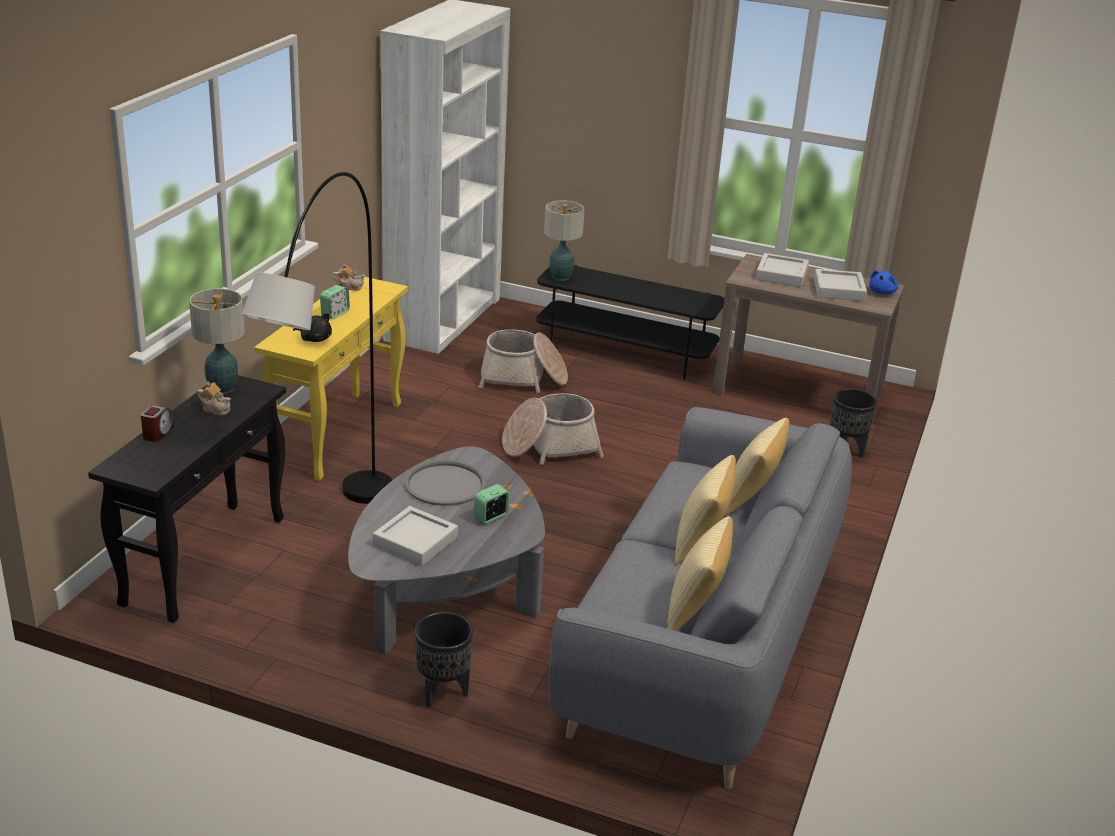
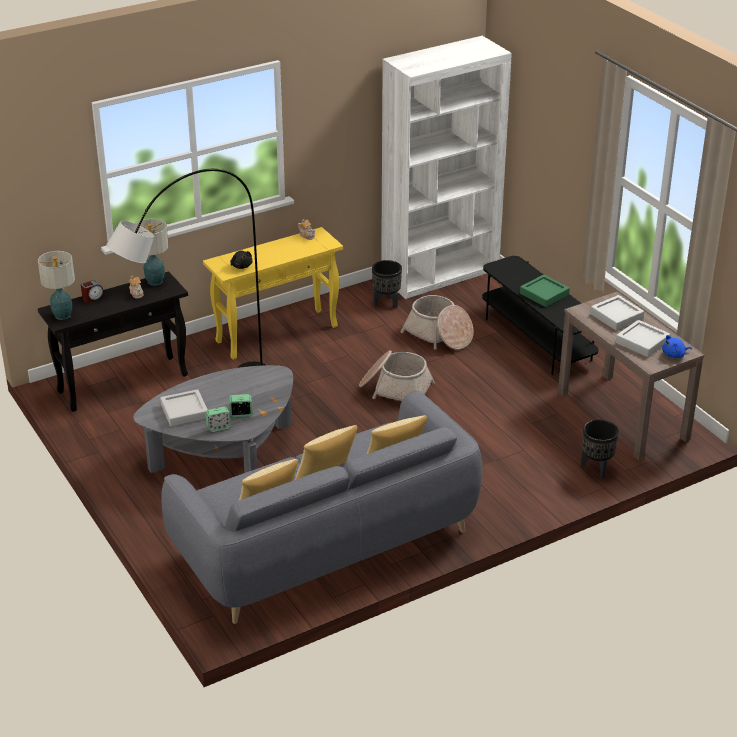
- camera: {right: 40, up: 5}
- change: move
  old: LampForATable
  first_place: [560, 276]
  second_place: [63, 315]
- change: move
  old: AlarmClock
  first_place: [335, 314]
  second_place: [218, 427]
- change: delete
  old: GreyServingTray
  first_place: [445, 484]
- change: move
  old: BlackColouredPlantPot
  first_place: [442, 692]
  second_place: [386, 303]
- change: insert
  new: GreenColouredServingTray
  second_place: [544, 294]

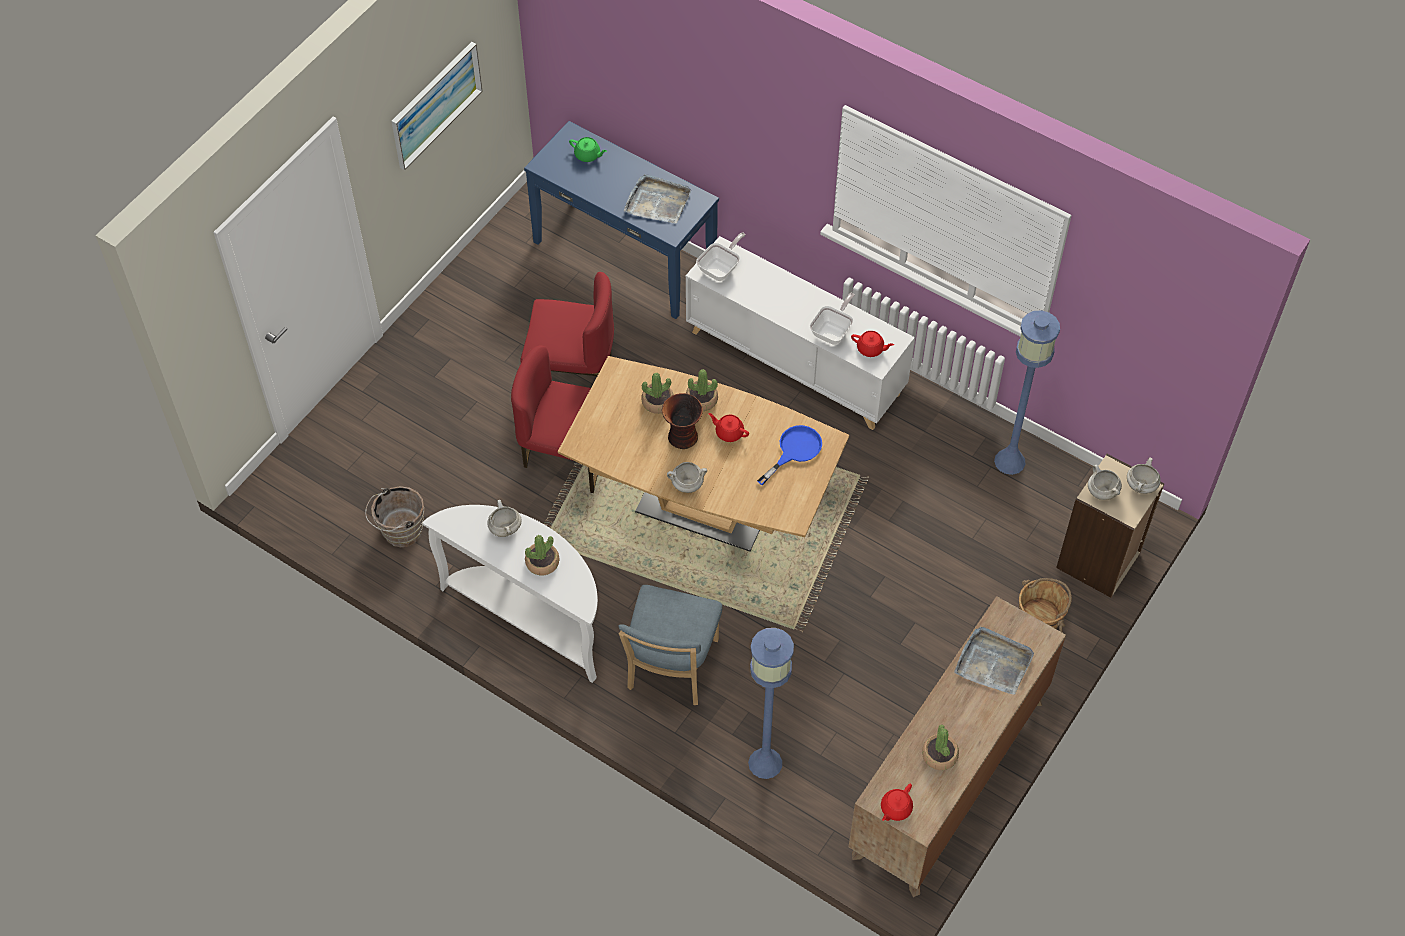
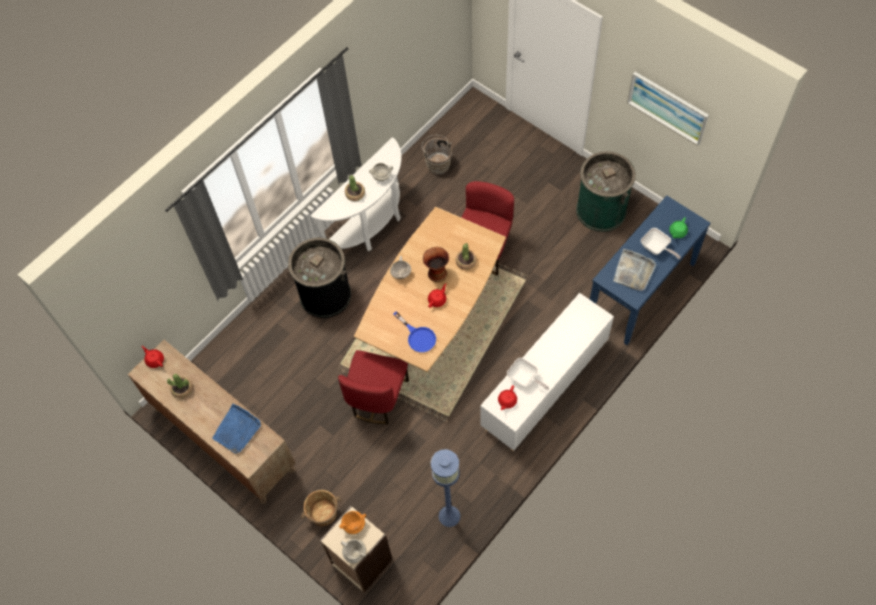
- camera: {right: 100, up: 5}
- change: move
  old: Pan
  first_place: [721, 268]
  second_place: [656, 249]
- change: move
  old: RedColouredChair
  first_place: [571, 372]
  second_place: [377, 397]
- change: delete
  old: Houseplant
  first_place: [701, 400]
- change: recolor
  old: WhitishStockpot
  new: OrangeColouredStockpot
  first_place: [1101, 491]
  second_place: [354, 524]
- change: replace
  old: BluishChair
  new: BlackColouredTrashCan
  first_place: [670, 668]
  second_place: [325, 295]
- change: recolor
  old: GreyServingTray
  new: BluishServingTray
  first_place: [993, 663]
  second_place: [237, 430]
- change: delete
  old: BluishFloorLamp
  first_place: [765, 763]
- change: insert
  new: GreenColouredTrashCan
  second_place: [601, 210]

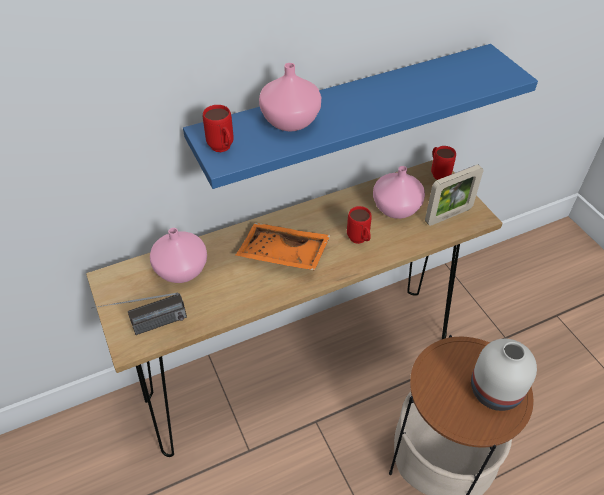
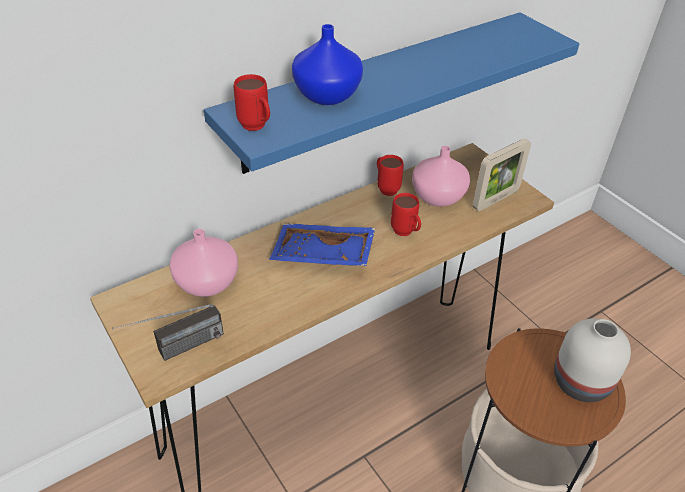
- camera: {right: -10, up: -5}
- change: recolor
  old: PinkVase
  new: BluishVase
  first_place: [290, 120]
  second_place: [326, 94]
- change: move
  old: RedColouredMug
  first_place: [438, 173]
  second_place: [385, 188]
- change: recolor
  old: OrangeColouredServingTray
  new: BluishServingTray
  first_place: [282, 255]
  second_place: [322, 256]

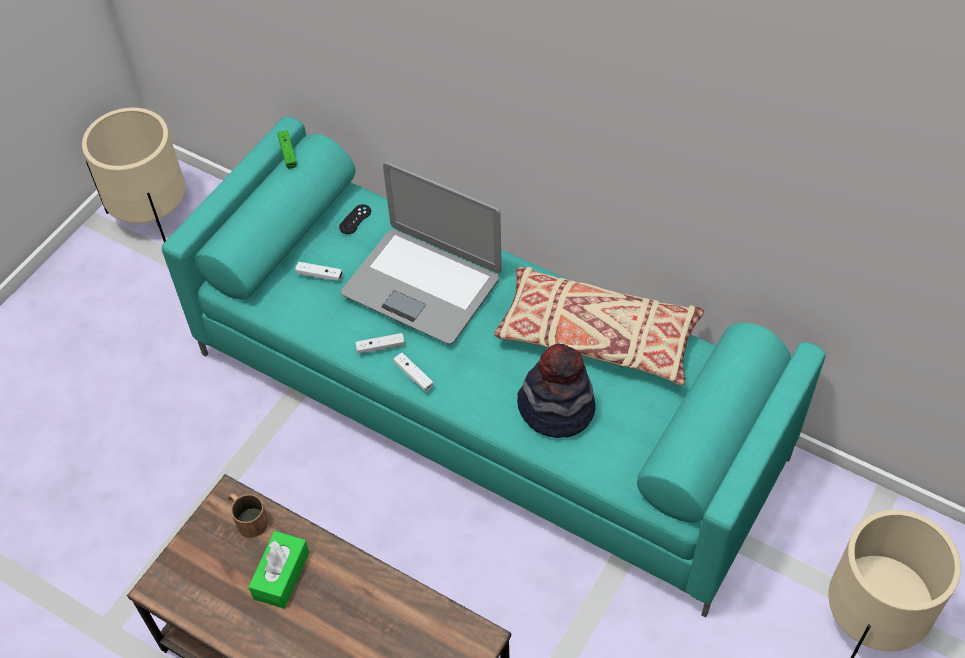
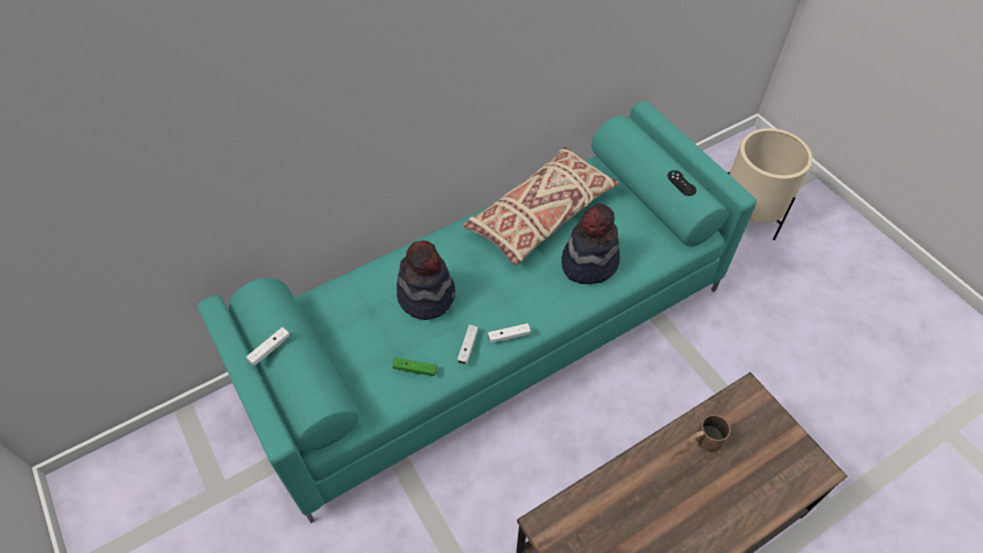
- camera: {right: -65, up: 0}
- change: delete
  old: BeigePlantPot
  first_place: [151, 214]
- change: move
  old: GreenColouredGameController
  first_place: [288, 153]
  second_place: [415, 369]
- change: replace
  old: PortableComputer
  new: Hat
  first_place: [422, 285]
  second_place: [426, 295]
- change: move
  old: BlackColouredGameController
  first_place: [355, 219]
  second_place: [681, 183]
- change: move
  old: WhitishGameController
  first_place: [319, 275]
  second_place: [270, 349]
- change: move
  old: BrownColouredMug
  first_place: [247, 518]
  second_place: [702, 441]
- change: delete
  old: GreenColouredTissueHolder
  first_place: [281, 575]

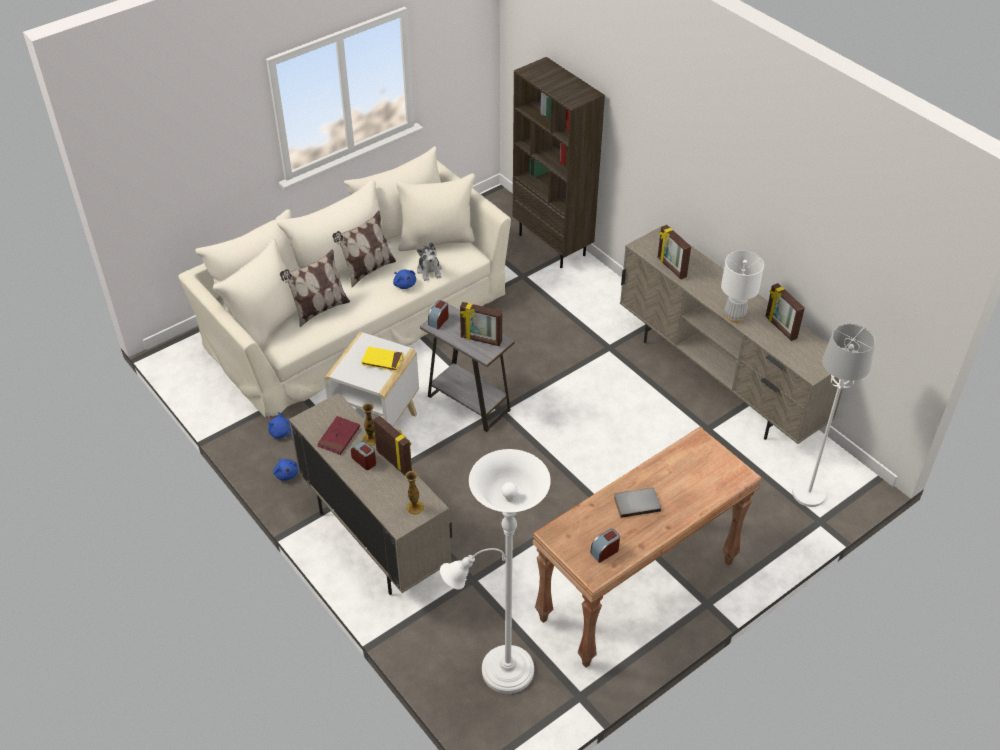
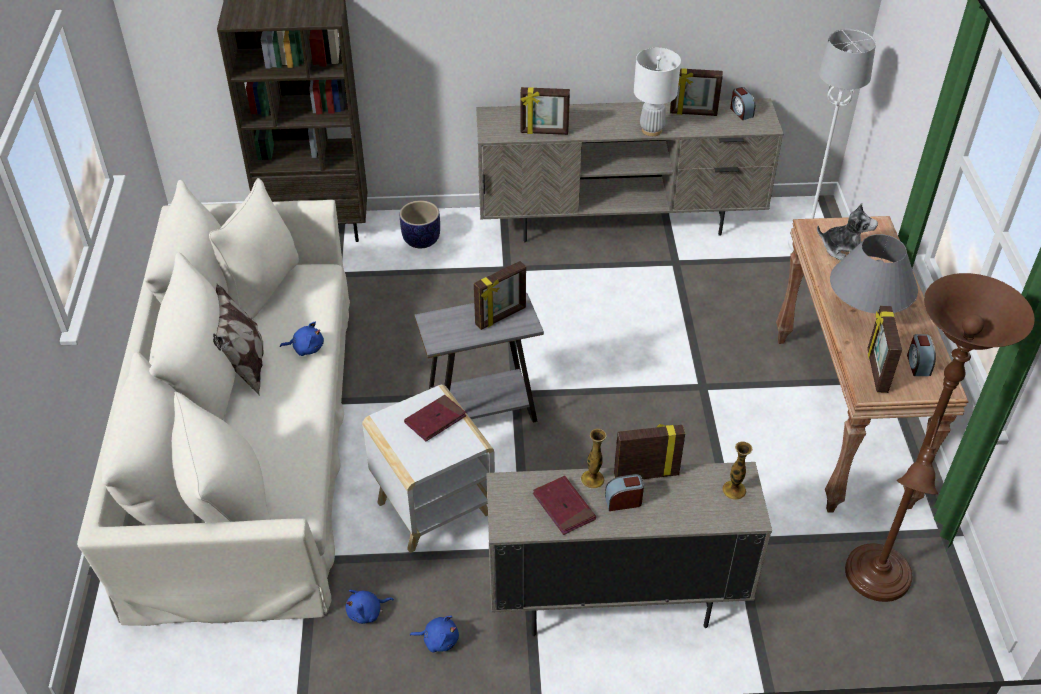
- camera: {right: -55, up: 0}
- change: move
  old: CuddlyToy
  first_place: [429, 271]
  second_place: [843, 249]
- change: delete
  old: ThrowPillow
  first_place: [319, 310]
- change: move
  old: AlarmClock
  first_place: [438, 321]
  second_place: [741, 112]
- change: recolor
  old: YellowishVolume
  new: RedColouredVolume
  first_place: [382, 360]
  second_place: [435, 420]
- change: recolor
  old: WhitishFloorLamp
  new: BrownColouredFloorLamp
  first_place: [500, 672]
  second_place: [876, 581]
- change: replace
  old: GreyVolume
  new: GreyLampForATable
  first_place: [636, 502]
  second_place: [866, 310]
- change: insert
  new: PlantPot
  second_place: [421, 240]
- change: insert
  new: PhotoFrame
  second_place: [876, 371]

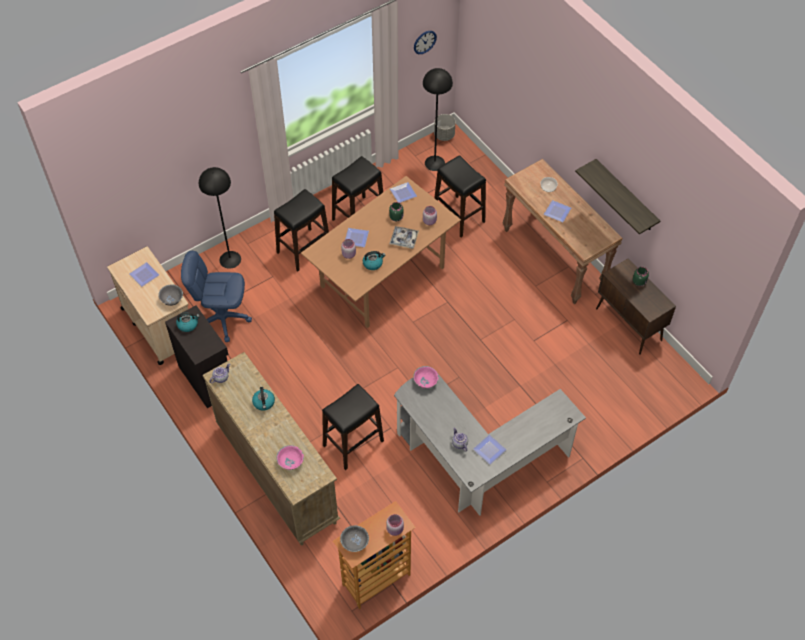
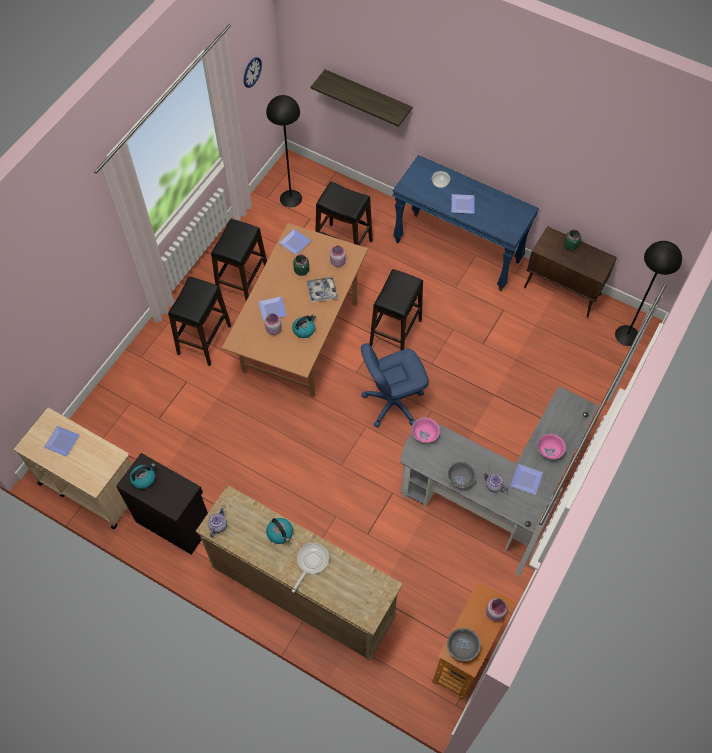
- camera: {right: -25, up: 5}
- change: delete
  old: GreyPlantPot
  first_place: [444, 135]
- change: recolor
  old: BrownColouredHallTable
  new: BluishHallTable
  first_place: [554, 257]
  second_place: [458, 251]
- change: move
  old: WallShelf
  first_place: [625, 196]
  second_place: [368, 96]
- change: move
  old: BlackColouredFloorLamp
  first_place: [230, 259]
  second_place: [627, 335]
- change: move
  old: BluishComputerChair
  first_place: [223, 318]
  second_place: [393, 402]
- change: move
  old: GreyBowl
  first_place: [172, 299]
  second_place: [460, 478]
- change: move
  old: BlackColouredStoolSeat
  first_place: [353, 443]
  second_place: [395, 333]
- change: move
  old: PinkBowl
  first_place: [290, 462]
  second_place: [549, 451]
- change: insert
  new: Pan
  second_place: [311, 562]

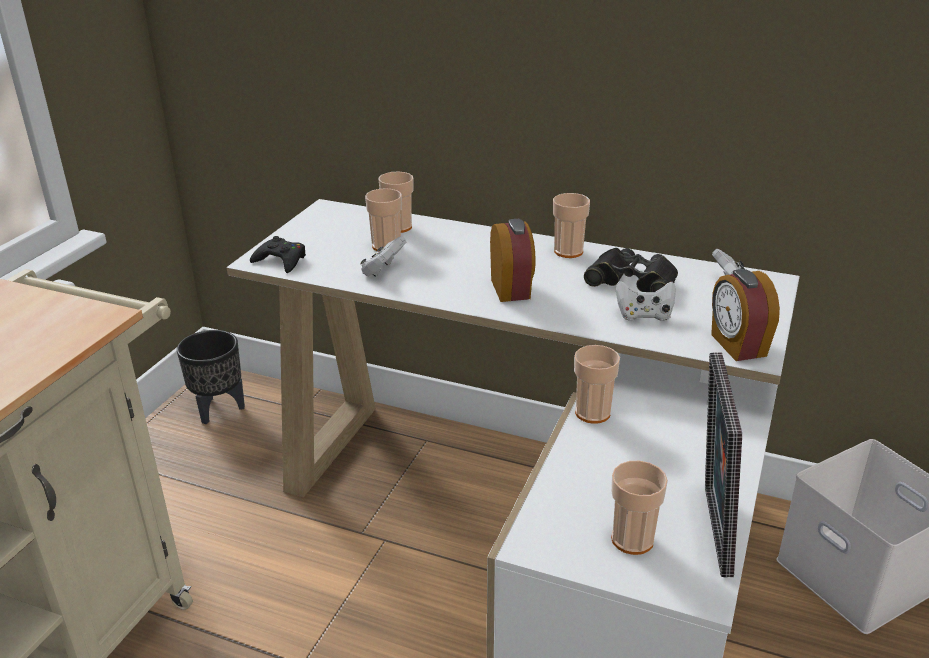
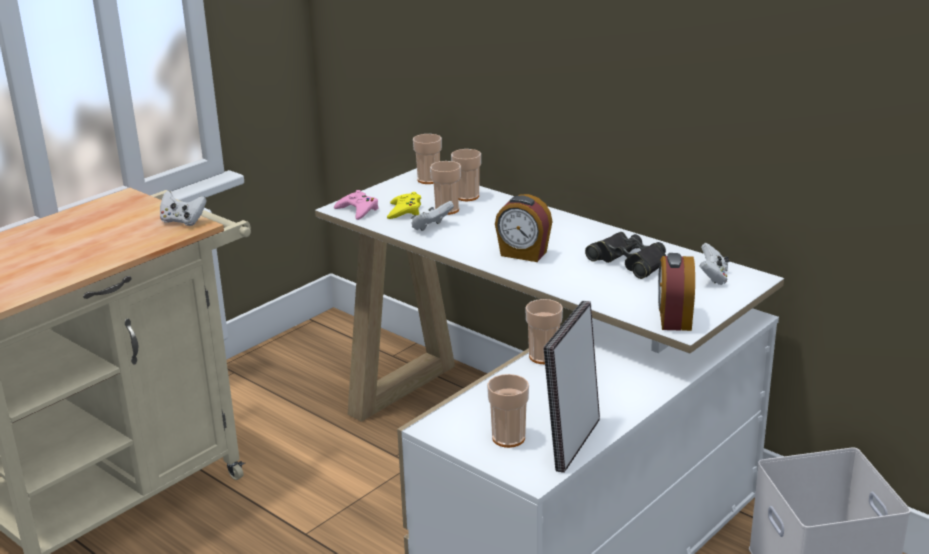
- camera: {right: 20, up: -5}
- change: move
  old: Cup
  first_place: [568, 251]
  second_place: [428, 180]
- change: rotate
  old: AlarmClock
  first_place: [511, 289]
  second_place: [523, 254]
  degrees: 105
- change: recolor
  old: BlackColouredGameController
  new: PinkGameController
  first_place: [281, 260]
  second_place: [358, 210]
- change: move
  old: WhitishGameController
  first_place: [644, 315]
  second_place: [182, 221]
- change: delete
  old: BlackColouredPlantPot
  first_place: [218, 410]
- change: insert
  new: YellowishGameController
  second_place: [404, 211]

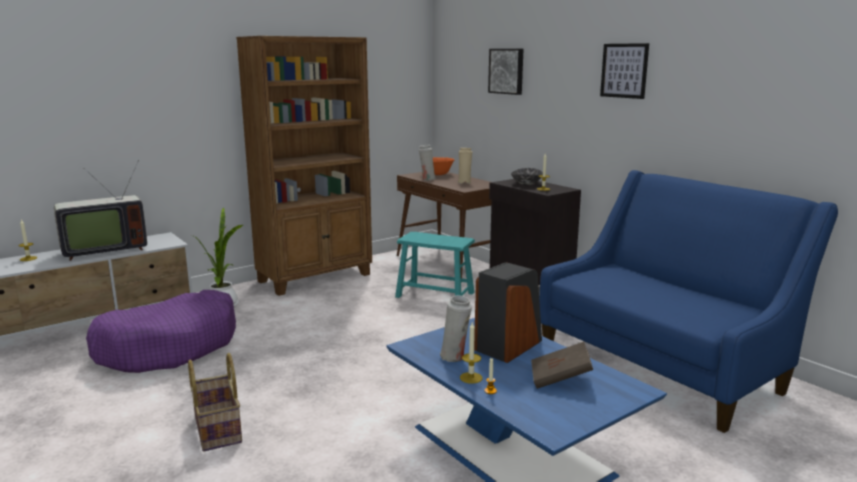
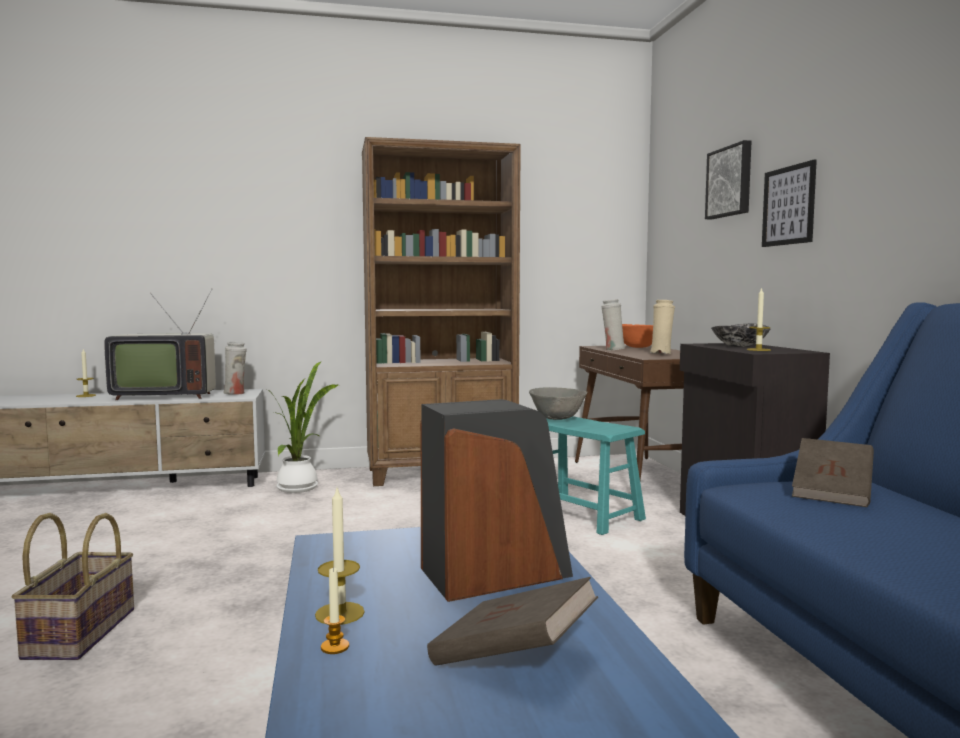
- camera: {right: 25, up: -10}
- change: move
  old: WallArt
  first_place: [624, 70]
  second_place: [788, 205]
- change: delete
  old: PurpleDogCushion
  first_place: [170, 347]
- change: move
  old: WhitishVase
  first_place: [455, 357]
  second_place: [236, 393]
- change: insert
  new: GreyBowl
  second_place: [557, 418]
- change: insert
  new: BrownColouredVolume
  second_place: [832, 493]

